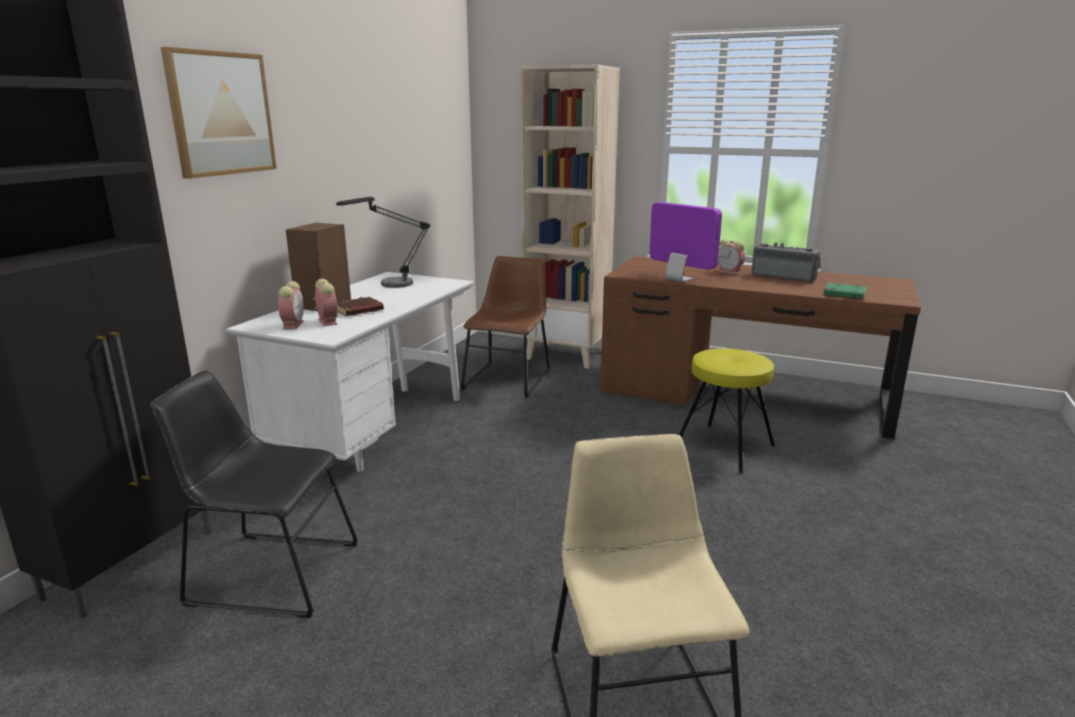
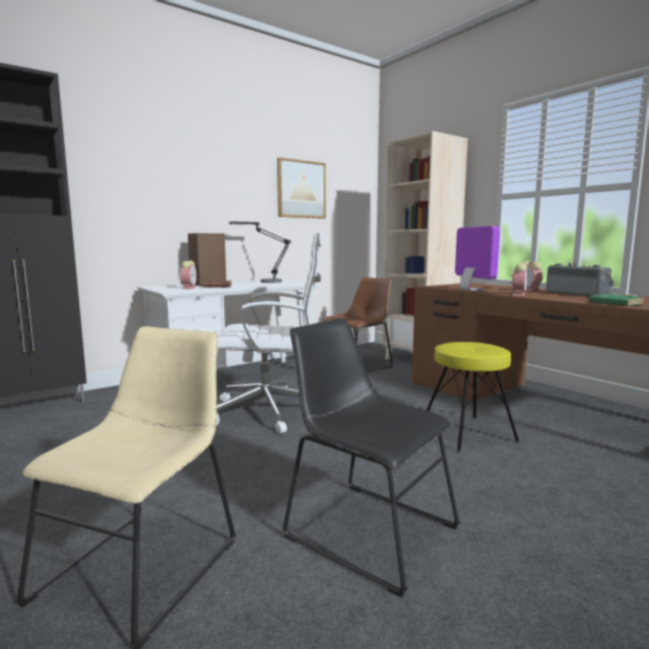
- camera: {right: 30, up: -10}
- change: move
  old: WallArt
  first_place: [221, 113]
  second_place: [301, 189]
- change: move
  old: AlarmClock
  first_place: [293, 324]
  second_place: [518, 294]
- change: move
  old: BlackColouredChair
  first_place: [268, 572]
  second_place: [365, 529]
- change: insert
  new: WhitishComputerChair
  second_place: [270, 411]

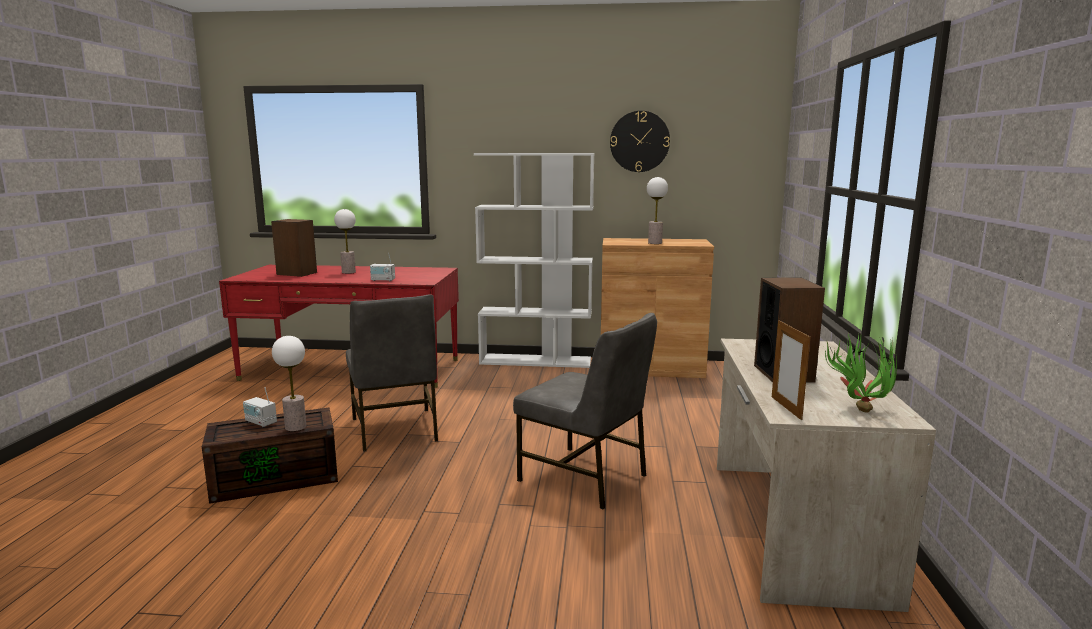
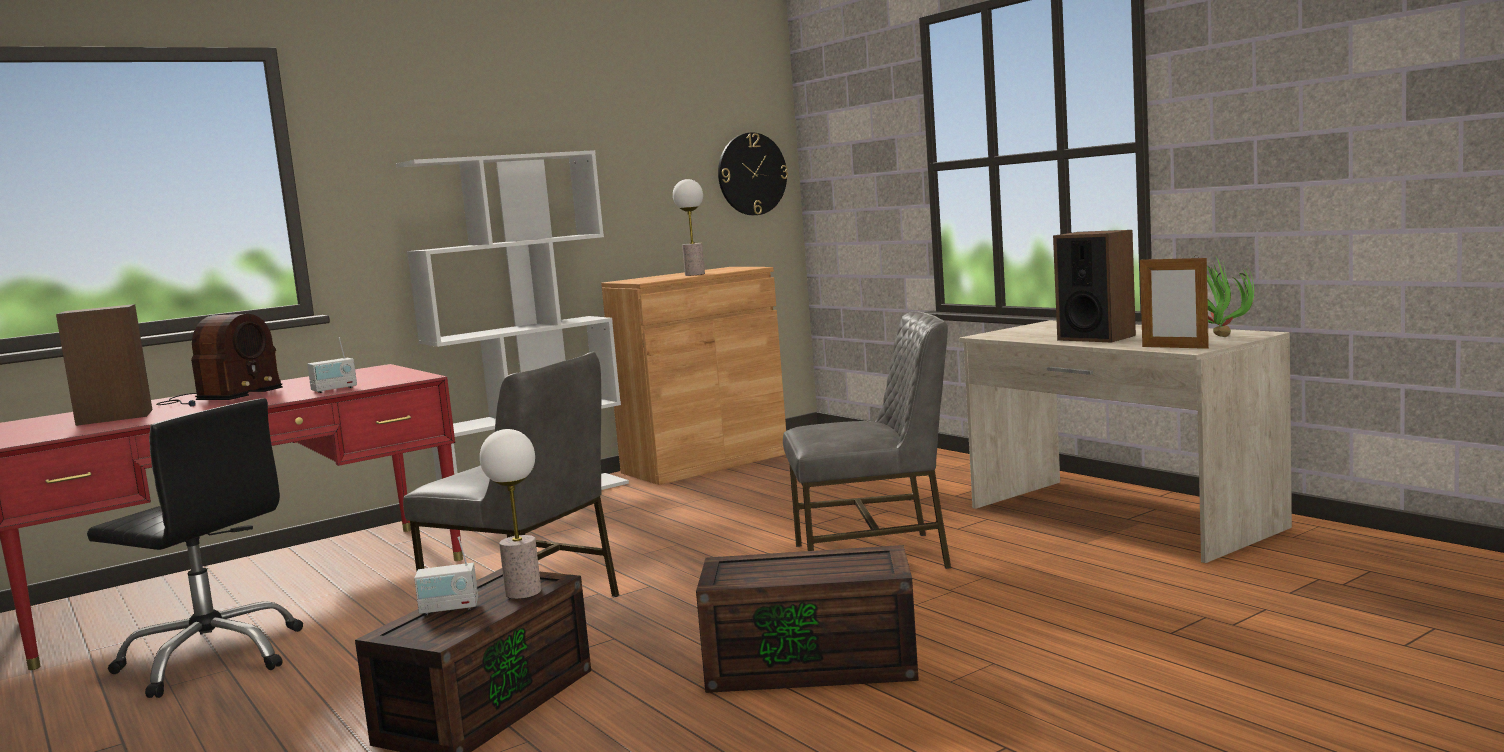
- camera: {right: -40, up: -5}
- change: move
  old: HangingClock
  first_place: [639, 141]
  second_place: [752, 174]
- change: replace
  old: LampForATable
  new: Radio
  first_place: [348, 272]
  second_place: [218, 398]
- change: insert
  new: BlackColouredComputerChair
  second_place: [212, 658]
- change: insert
  new: BrownColouredStorageContainer
  second_place: [814, 663]

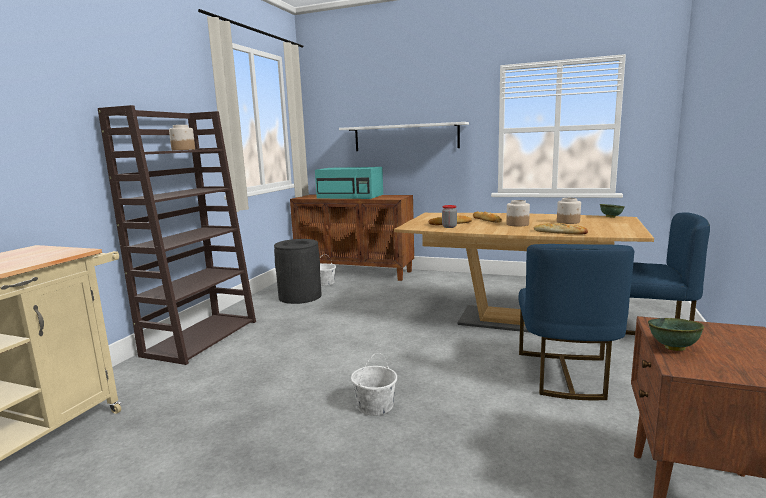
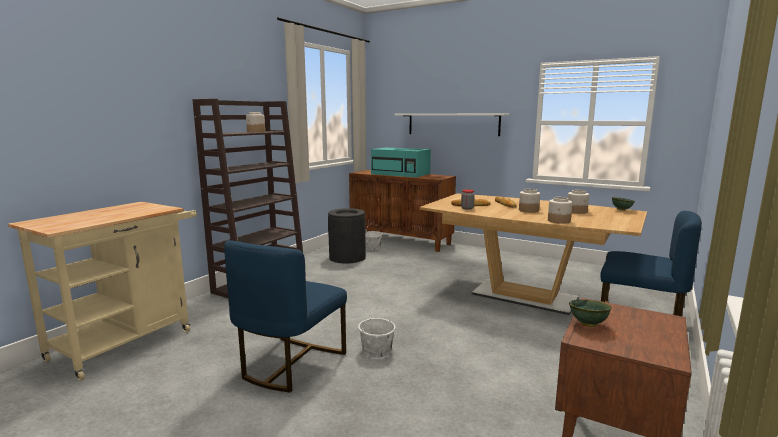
- camera: {right: 10, up: 0}
- change: replace
  old: Bread
  new: StorageJar
  first_place: [559, 232]
  second_place: [559, 221]
- change: move
  old: BluishChair
  first_place: [565, 375]
  second_place: [290, 364]

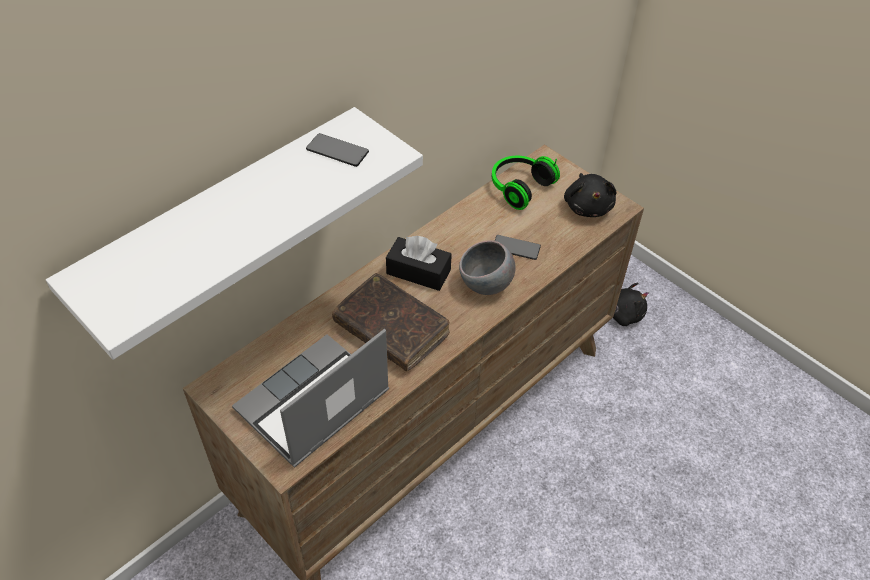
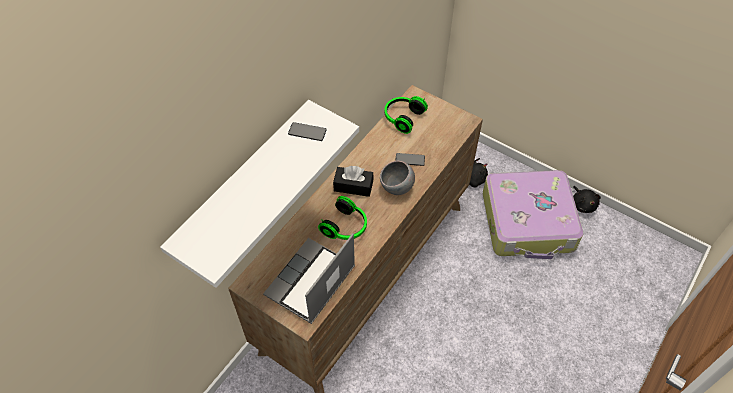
- camera: {right: -10, up: 5}
- change: move
  old: BlackColouredCuddlyToy
  first_place: [588, 206]
  second_place: [582, 204]
- change: replace
  old: BrownColouredVolume
  new: Headset
  first_place: [391, 329]
  second_place: [346, 227]
- change: insert
  new: PieceOfLuggage
  second_place: [528, 222]

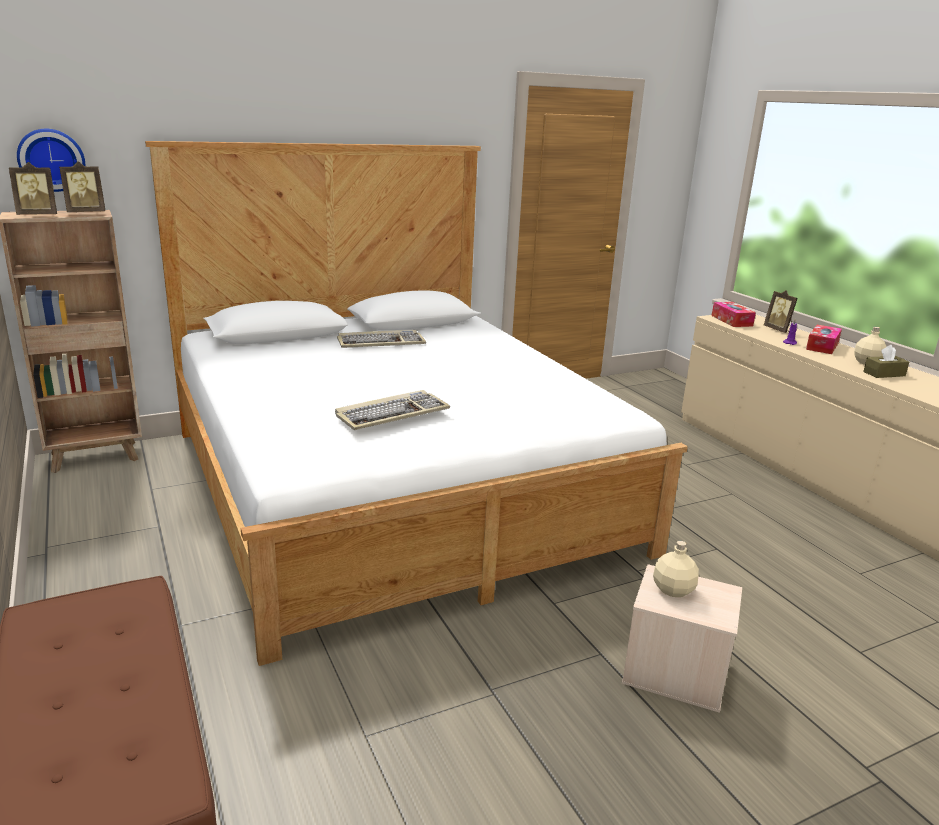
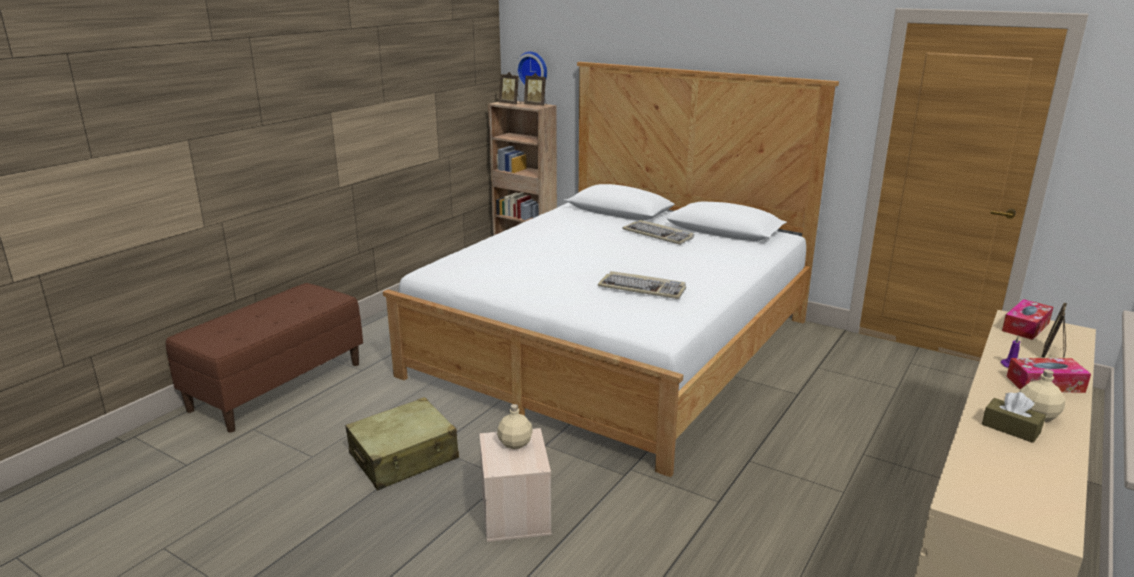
- camera: {right: 60, up: 0}
- change: move
  old: ComputerKeyboard
  first_place: [392, 414]
  second_place: [643, 288]
- change: insert
  new: BeigePieceOfLuggage
  second_place: [404, 457]

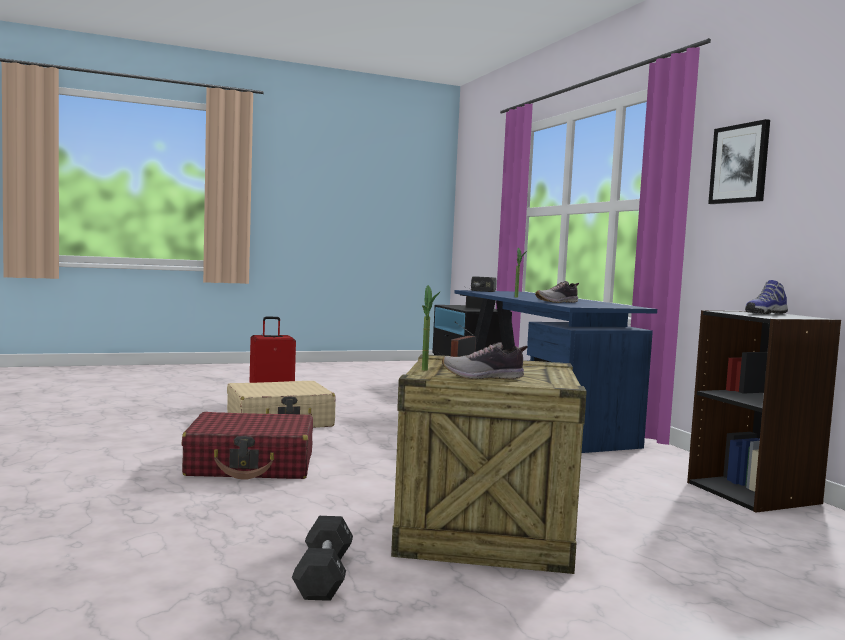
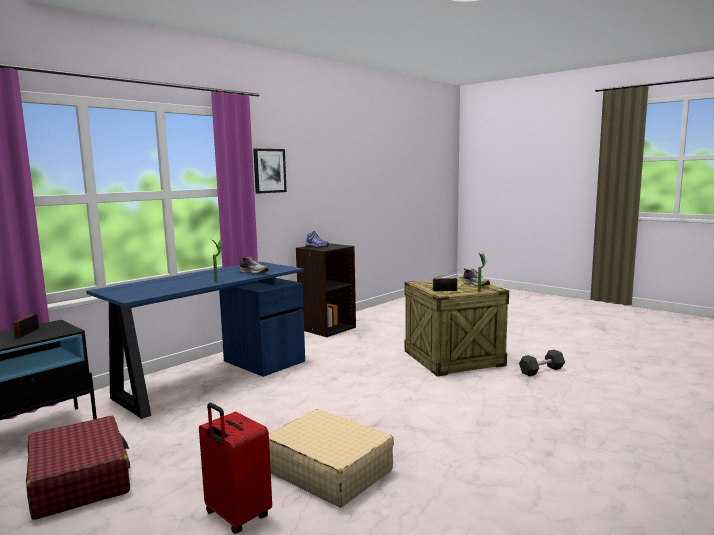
- camera: {right: -115, up: 5}
- change: delete
  old: Hammer
  first_place: [478, 292]
- change: move
  old: RedColouredPieceOfLuggage
  first_place: [251, 465]
  second_place: [80, 479]

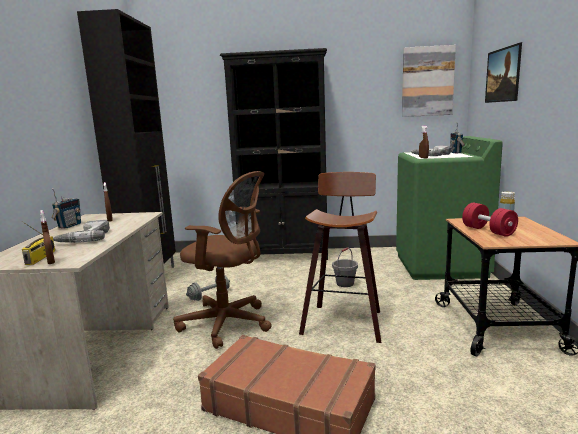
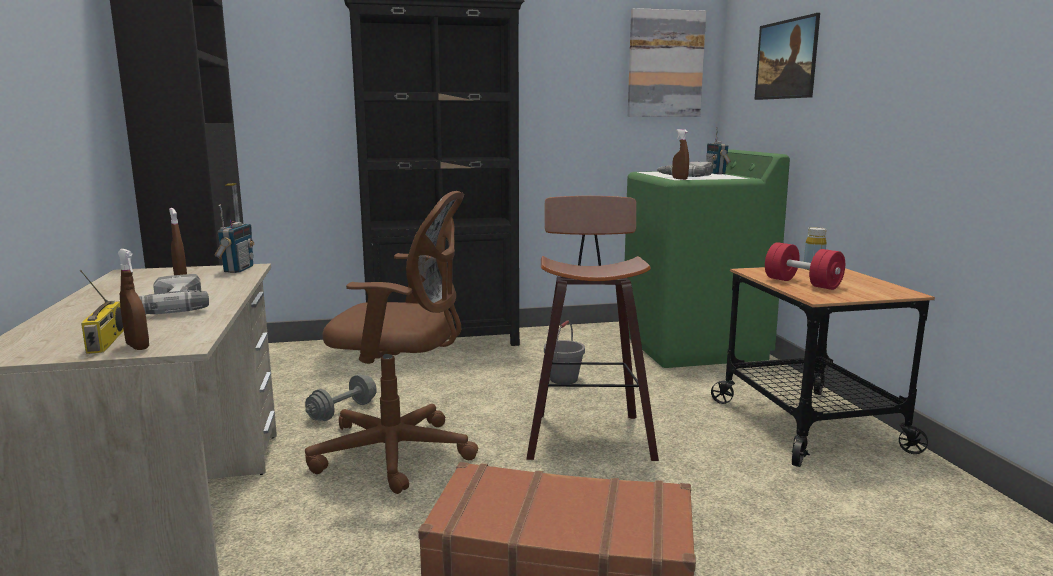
- camera: {right: -15, up: 0}
- change: move
  old: Radio
  first_place: [69, 226]
  second_place: [238, 269]

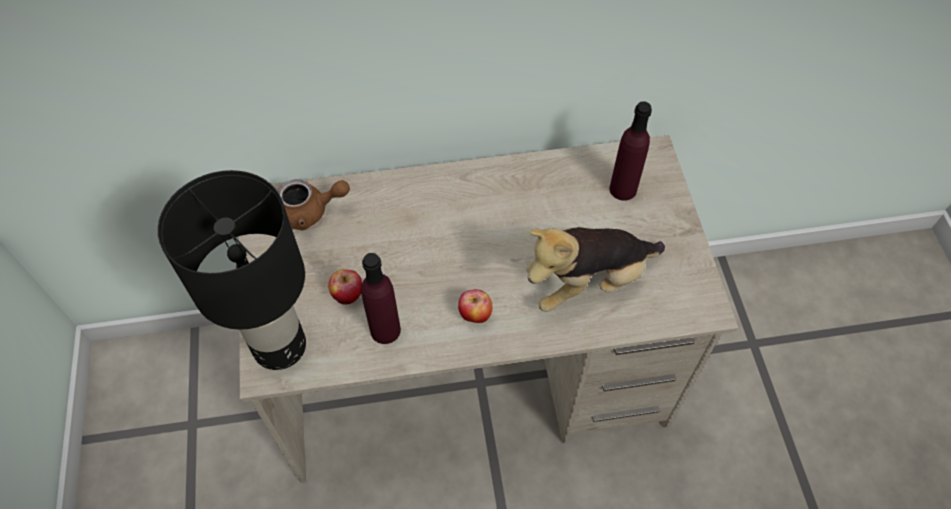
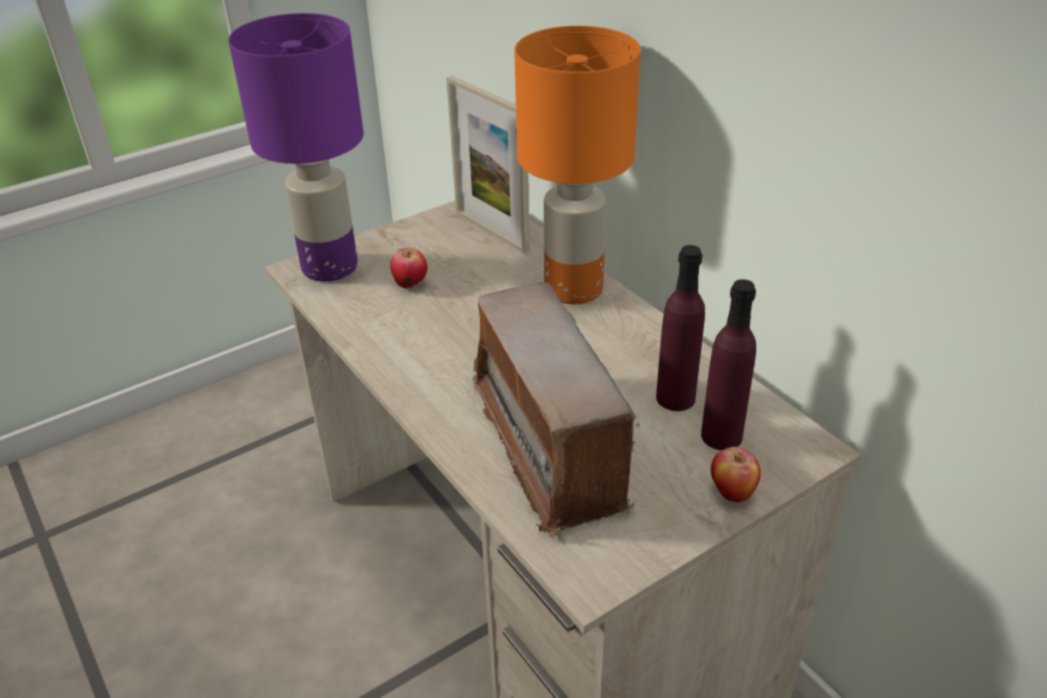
- camera: {right: 65, up: -20}
- change: recolor
  old: BlackColouredLampForATable
  new: PurpleLampForATable
  first_place: [278, 346]
  second_place: [329, 266]
- change: replace
  old: BrownColouredPotForTea
  new: PhotoFrame
  first_place: [309, 212]
  second_place: [491, 231]
- change: replace
  old: CuddlyToy
  new: Radio
  first_place: [588, 281]
  second_place: [550, 447]
- change: move
  old: PurpleDrinkBottle
  first_place: [385, 330]
  second_place: [675, 398]
- change: move
  old: Apple
  first_place: [475, 315]
  second_place: [731, 493]
- change: insert
  new: OrangeColouredLampForATable
  second_place: [574, 288]

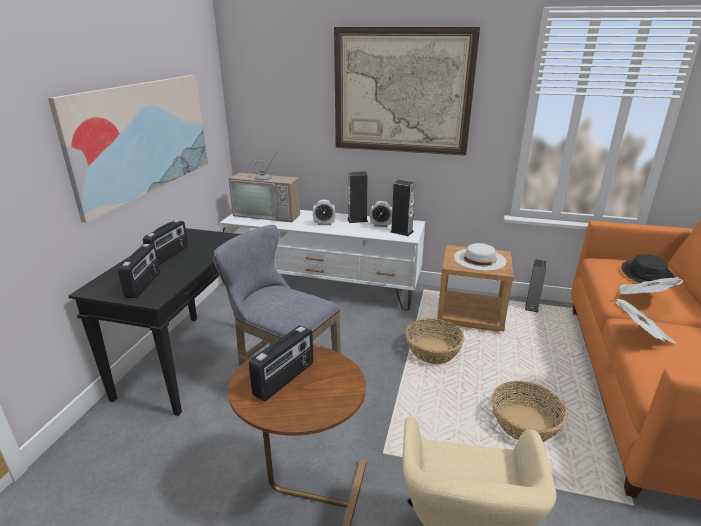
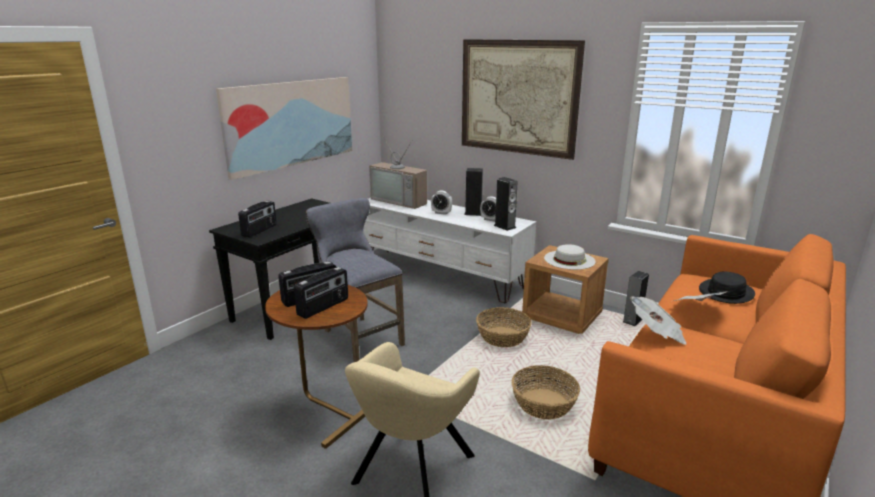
- camera: {right: 20, up: -5}
- change: move
  old: Radio
  first_place: [169, 255]
  second_place: [323, 307]

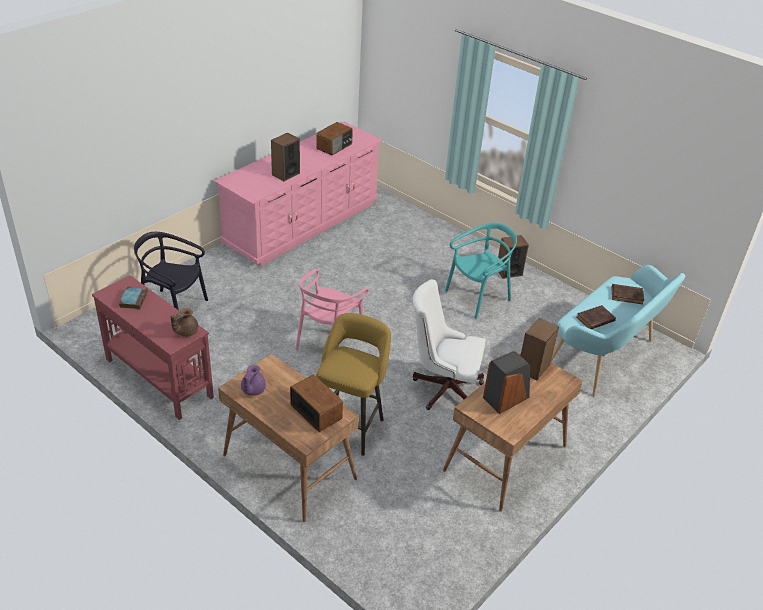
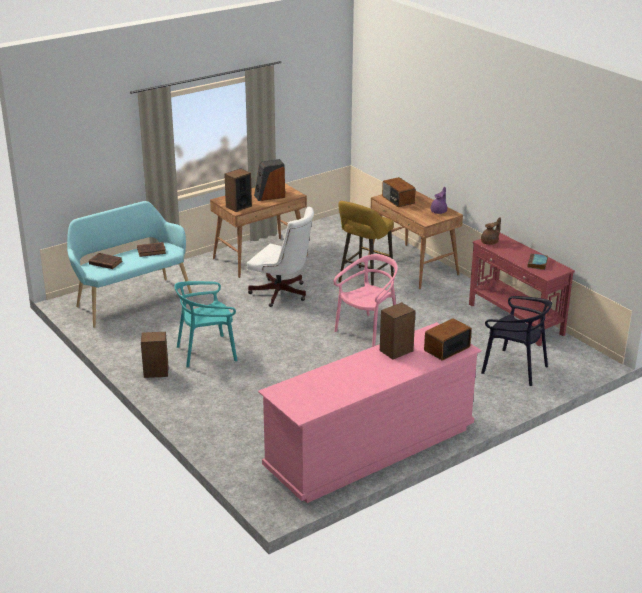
- camera: {right: -165, up: -10}
- change: move
  old: Radio
  first_place: [335, 146]
  second_place: [446, 348]

